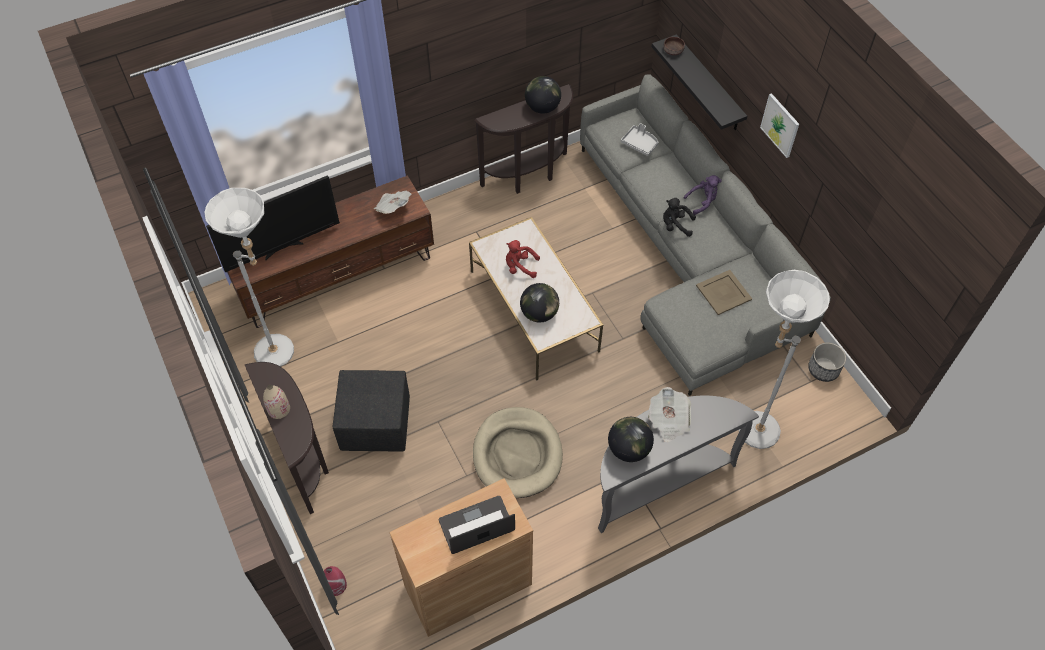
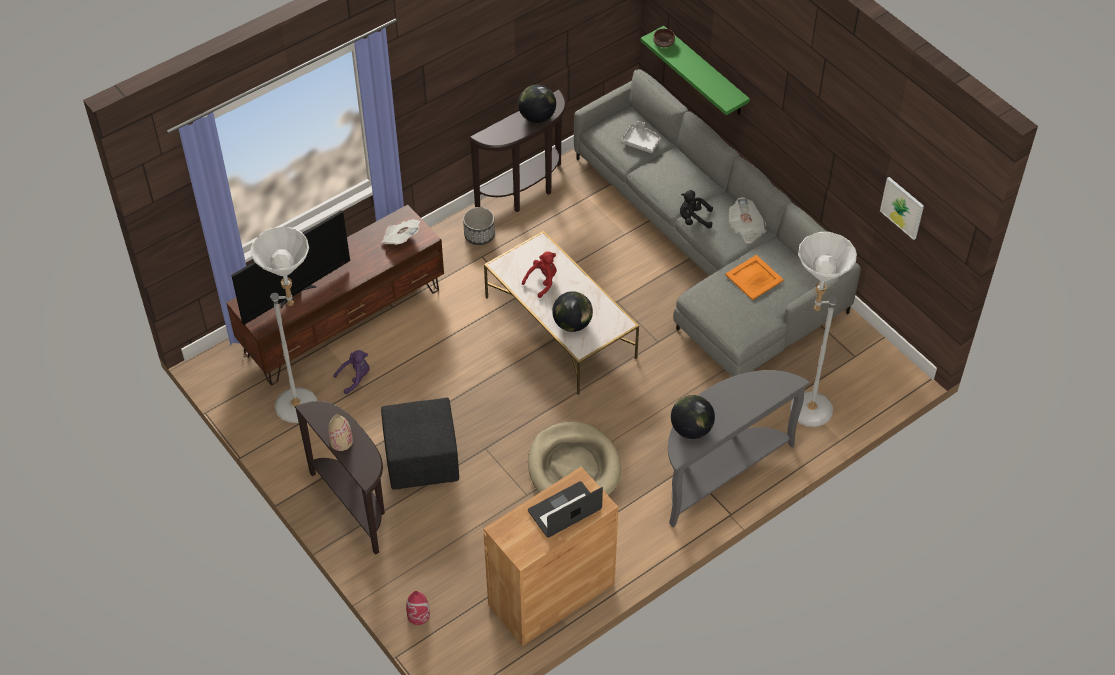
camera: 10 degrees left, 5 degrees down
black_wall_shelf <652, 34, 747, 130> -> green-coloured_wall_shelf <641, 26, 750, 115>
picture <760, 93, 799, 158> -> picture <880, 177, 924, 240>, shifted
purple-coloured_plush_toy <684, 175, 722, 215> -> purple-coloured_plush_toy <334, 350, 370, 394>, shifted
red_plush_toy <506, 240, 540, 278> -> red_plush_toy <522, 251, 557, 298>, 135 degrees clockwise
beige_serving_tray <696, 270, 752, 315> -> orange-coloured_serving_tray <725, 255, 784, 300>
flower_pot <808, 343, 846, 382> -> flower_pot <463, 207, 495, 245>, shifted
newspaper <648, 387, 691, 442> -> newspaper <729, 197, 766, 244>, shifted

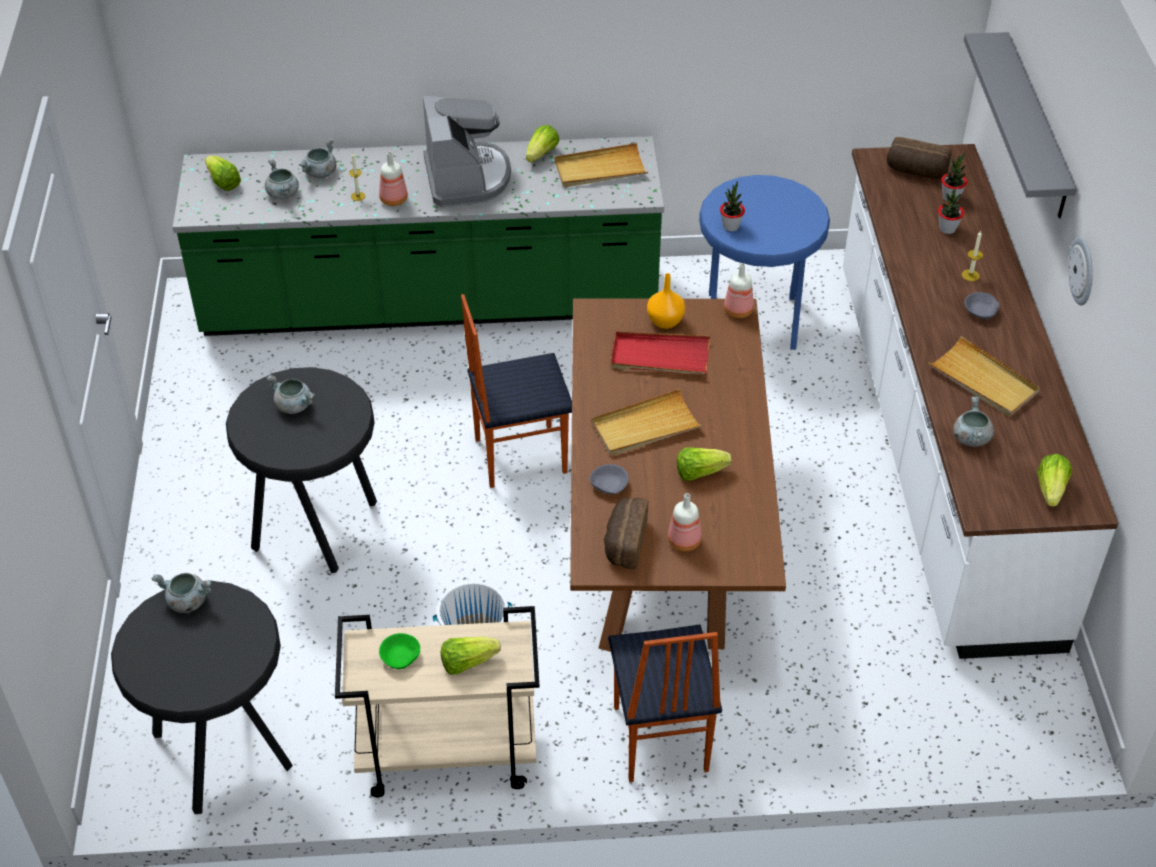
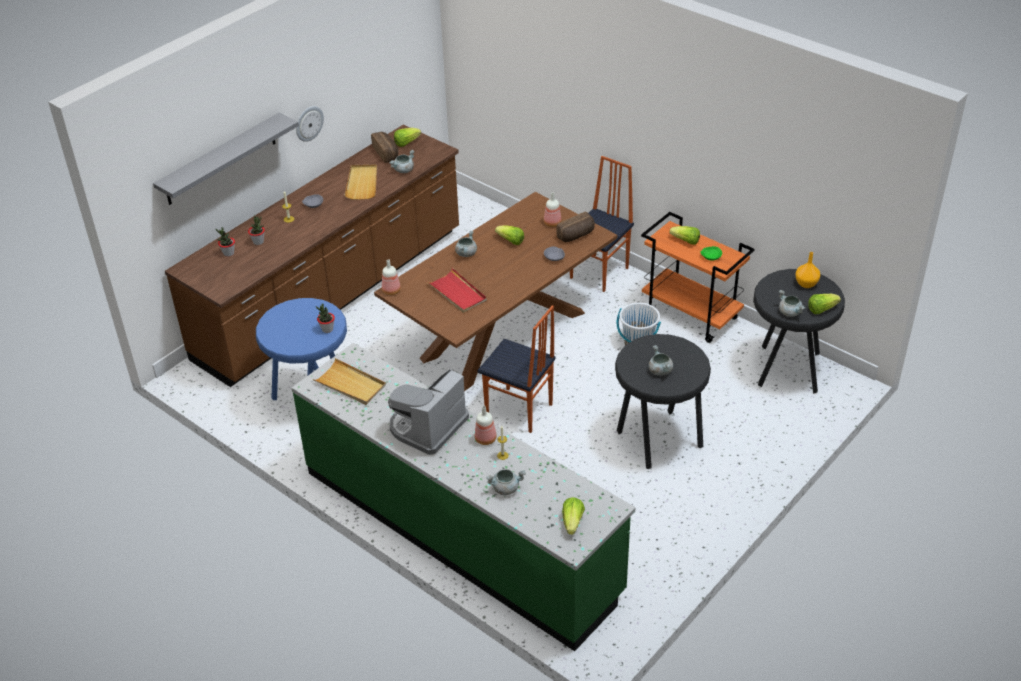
camera: 135 degrees left, 5 degrees down
lettuce <526, 125, 559, 163> -> lettuce <808, 294, 841, 314>, shifted
bread <887, 137, 952, 179> -> bread <371, 132, 398, 163>, shifted
whitish_kitchen_counter <843, 144, 1118, 659> -> brown_kitchen_counter <165, 125, 459, 387>
greyish_cooking_pot <265, 159, 299, 199> -> greyish_cooking_pot <455, 231, 477, 257>, shifted
orange-coloured_decorative_vase <647, 273, 685, 329> -> orange-coloured_decorative_vase <795, 252, 820, 288>, shifted
beige_serving_tray <591, 389, 703, 455> -> none
beige_trolley <335, 606, 539, 797> -> orange-coloured_trolley <641, 212, 755, 343>

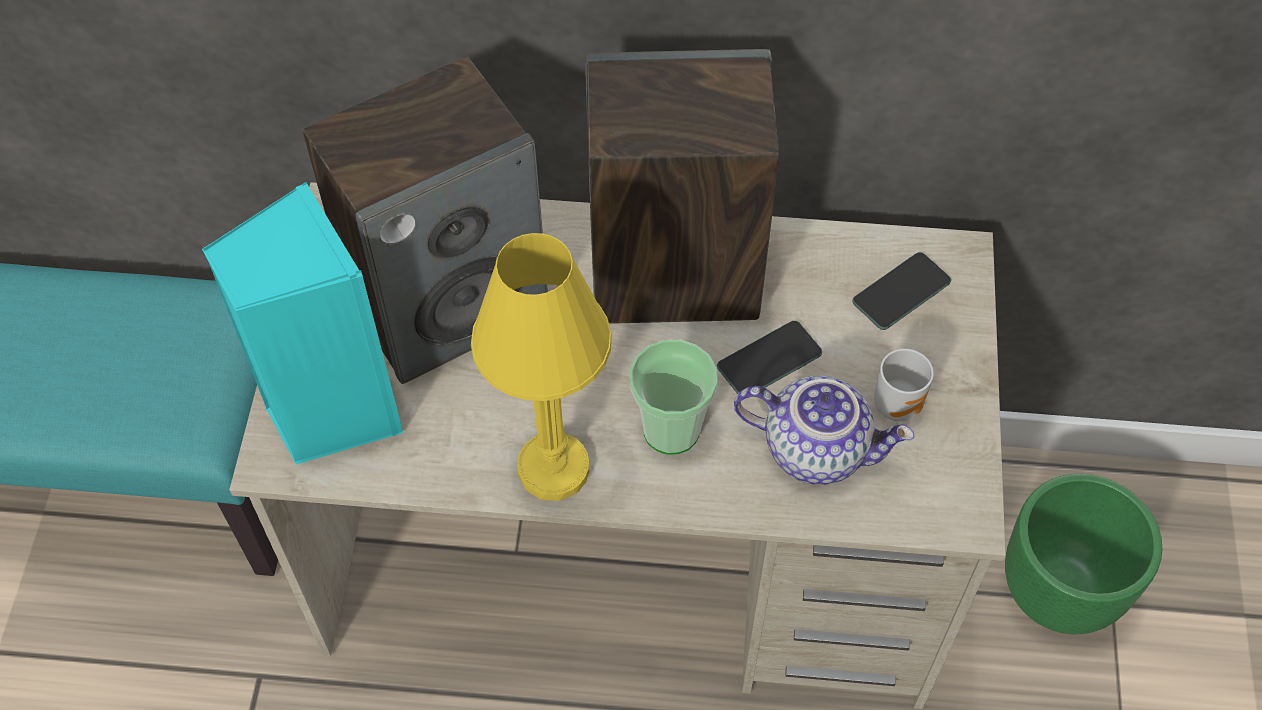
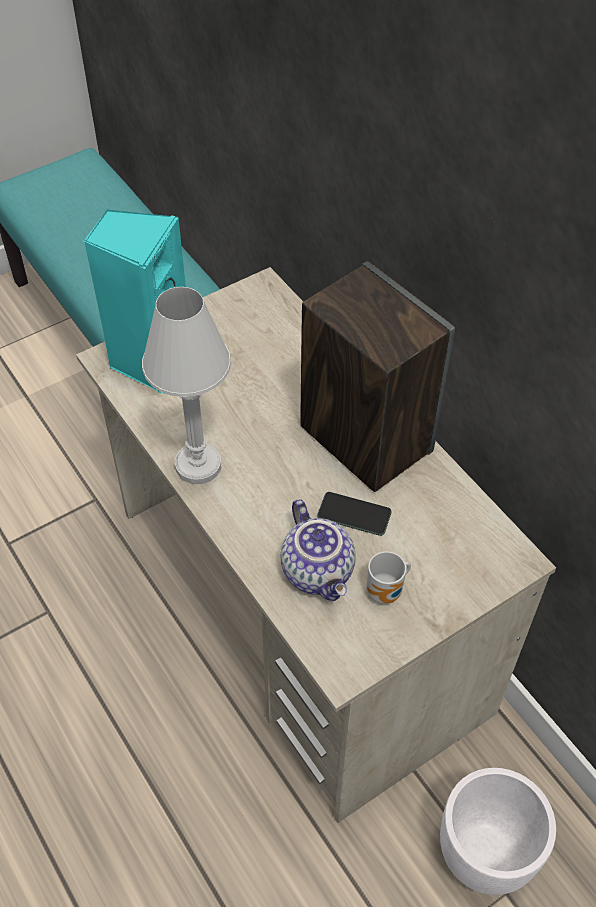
camera: 50 degrees right, 5 degrees down
audio_speaker <303, 57, 548, 384> -> none
yellow_table_lamp <471, 233, 612, 501> -> whitish_table_lamp <142, 287, 231, 484>
telephone <852, 252, 951, 330> -> none
small_cup <630, 340, 718, 455> -> none
green-coloured_flower_pot <1005, 474, 1162, 634> -> whitish_flower_pot <440, 768, 556, 895>

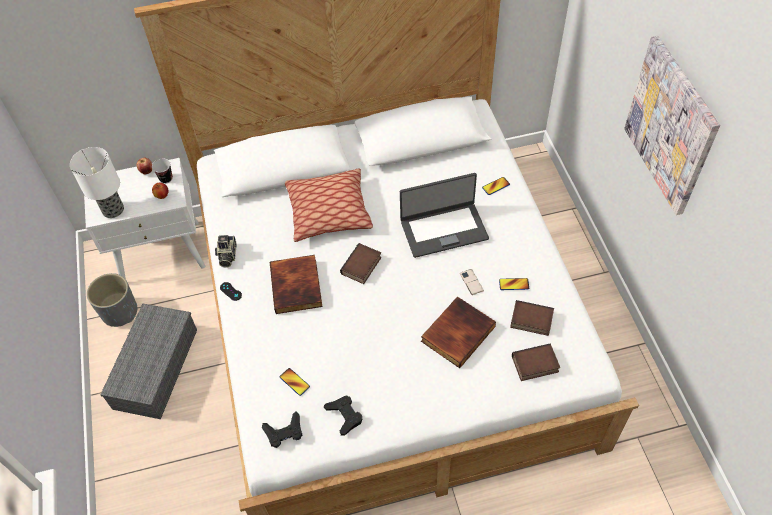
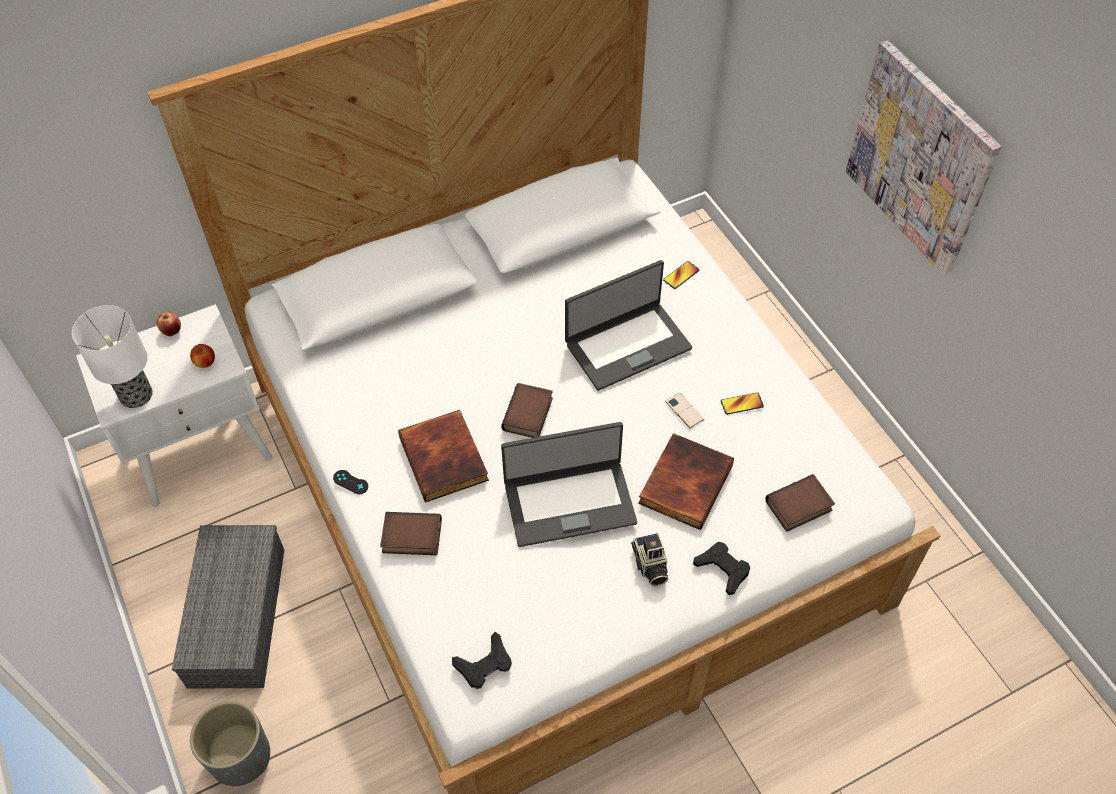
camera: 15 degrees left, 0 degrees up
small_cup <152, 159, 173, 184> -> none
pillow <285, 168, 373, 242> -> none
photo_camera <215, 235, 237, 268> -> photo_camera <631, 533, 668, 586>, shifted
greyish_flower_pot <87, 273, 137, 327> -> greyish_flower_pot <190, 701, 270, 786>, shifted
book <510, 300, 554, 336> -> book <380, 512, 442, 555>, shifted
telephone <279, 368, 310, 396> -> none
black_game_controller <324, 395, 362, 435> -> black_game_controller <693, 542, 750, 595>, shifted
none -> portable_computer <501, 422, 637, 547>

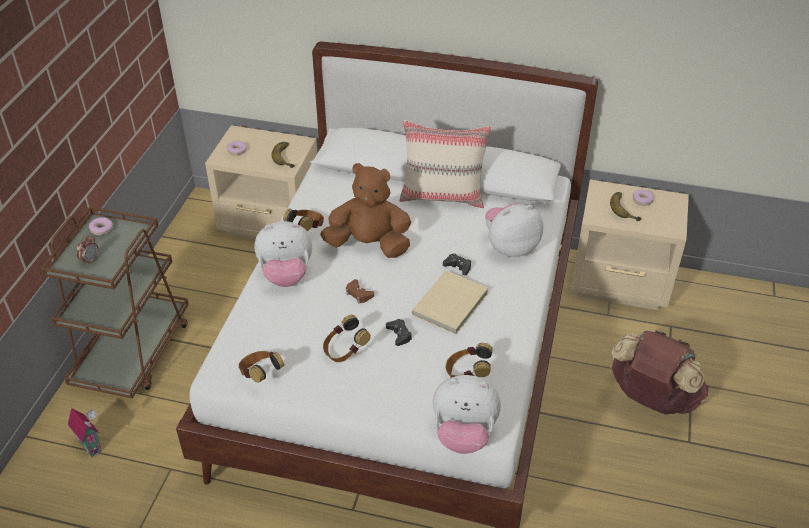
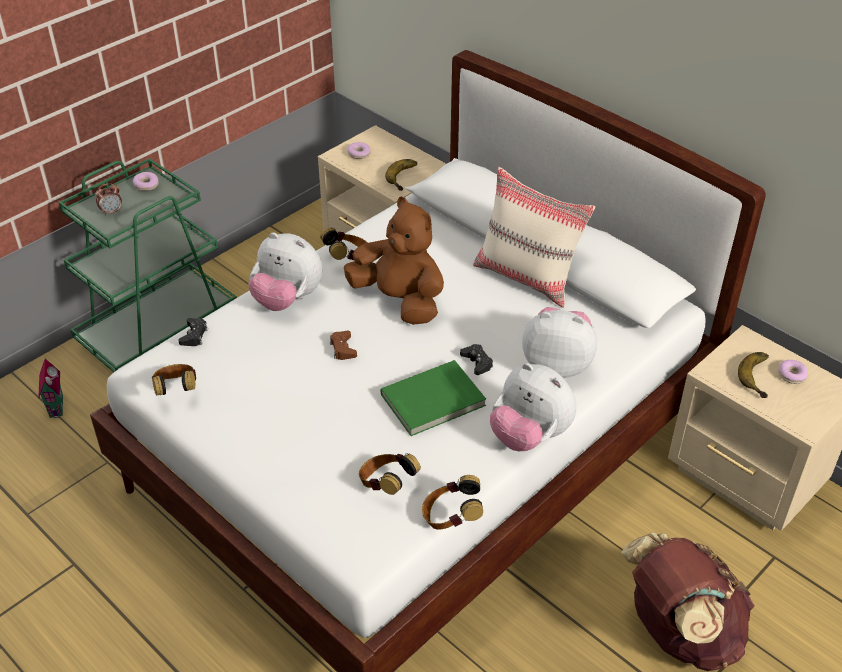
camera: 30 degrees right, 0 degrees up
brown_trolley <40, 207, 189, 399> -> green-coloured_trolley <59, 158, 237, 372>
beige_book <412, 271, 488, 334> -> green-coloured_book <380, 360, 486, 436>
pair_of_headphones <323, 315, 371, 362> -> pair_of_headphones <422, 475, 483, 530>, shifted
black_game_controller <386, 319, 412, 346> -> black_game_controller <178, 318, 208, 346>, shifted
plush_toy <433, 375, 501, 454> -> plush_toy <490, 363, 576, 451>, shifted

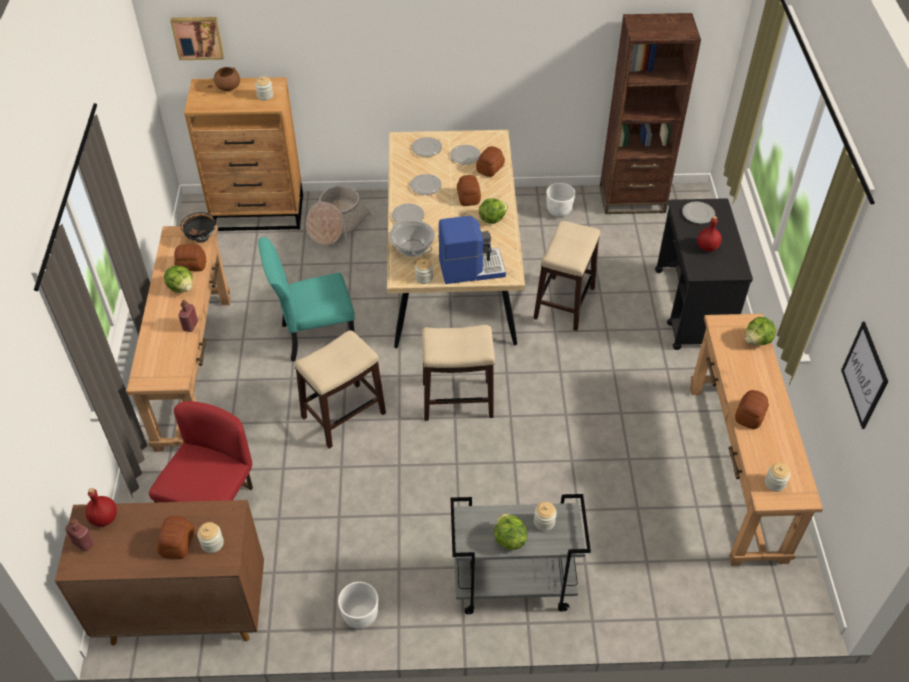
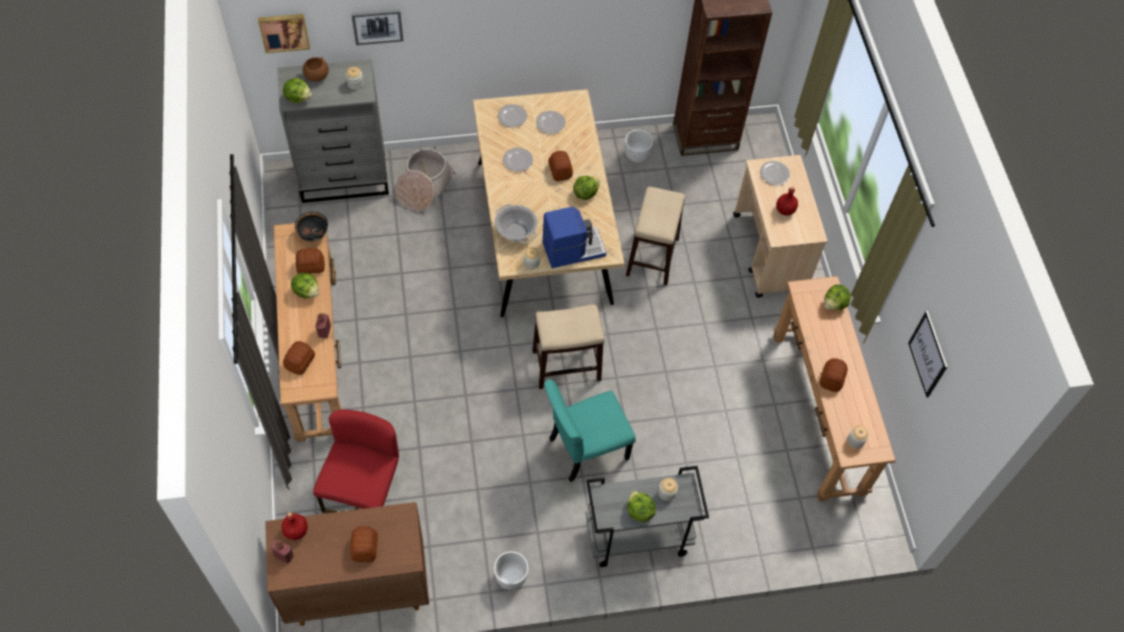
camera: 10 degrees left, 10 degrees up
brown_chest_of_drawers <184, 77, 303, 231> -> greyish_chest_of_drawers <278, 59, 389, 203>
bread <476, 146, 505, 177> -> bread <283, 341, 315, 375>, shifted
black_trolley <655, 198, 753, 350> -> beige_trolley <733, 155, 827, 298>
flat_dish <392, 204, 424, 223> -> none
turquoise-coloured_upright_chair <258, 237, 355, 362> -> turquoise-coloured_upright_chair <544, 379, 636, 482>, shifted
stool <295, 331, 386, 449> -> none
preserve_jar <197, 522, 224, 553> -> none
none -> picture <351, 9, 403, 45>
none -> lettuce <283, 78, 312, 103>

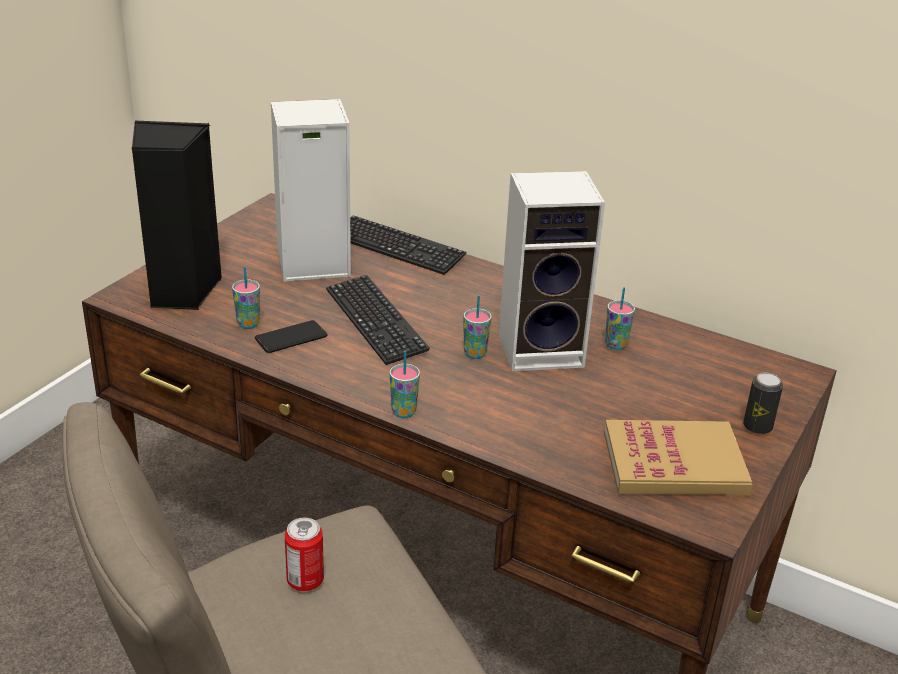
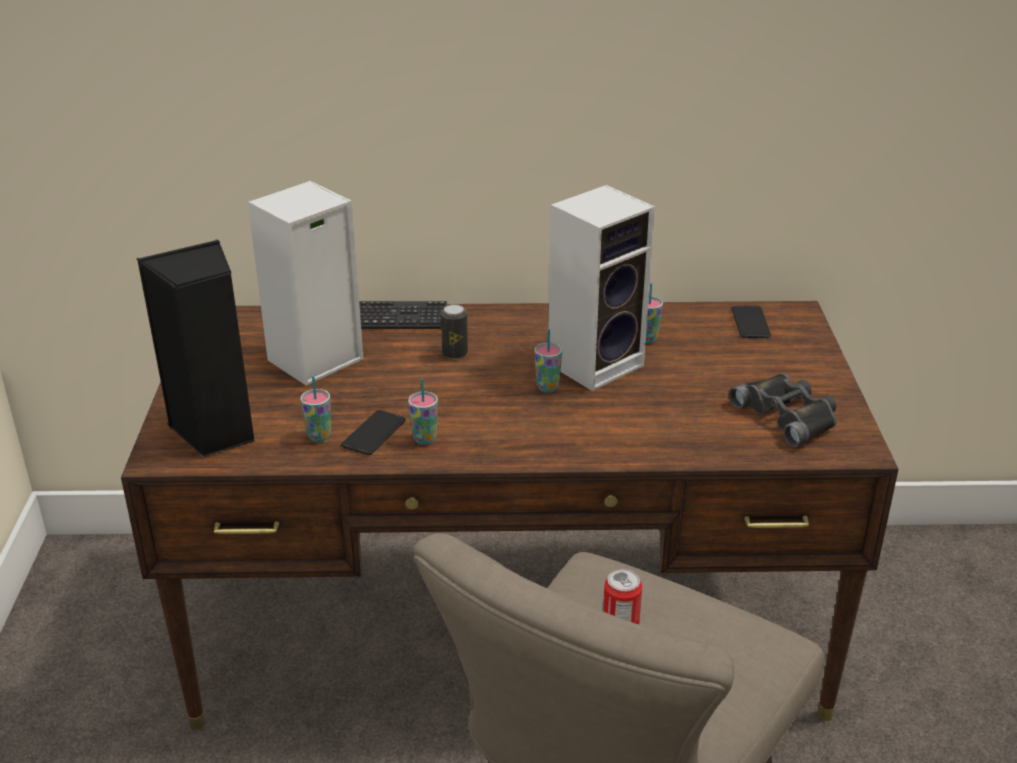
camera: 30 degrees left, 0 degrees up
computer_keyboard <326, 275, 430, 365> -> none
small_cup <389, 351, 420, 418> -> small_cup <408, 379, 438, 445>, shifted
metal_can <743, 373, 783, 434> -> metal_can <441, 304, 468, 359>, shifted
book <604, 420, 752, 495> -> black_binoculars <729, 373, 836, 447>
none -> telephone <731, 306, 771, 338>

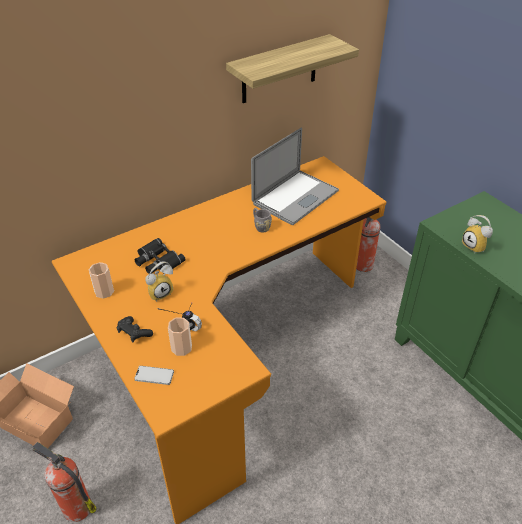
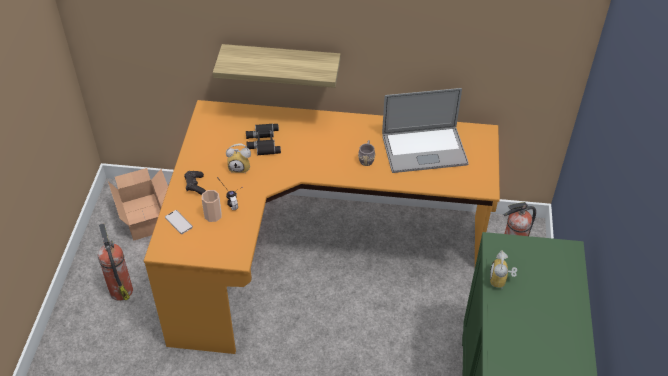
camera: 40 degrees right, 5 degrees up
wall_shelf <226, 34, 359, 103> -> wall_shelf <213, 44, 341, 88>, shifted
small_cup <89, 262, 114, 299> -> none

